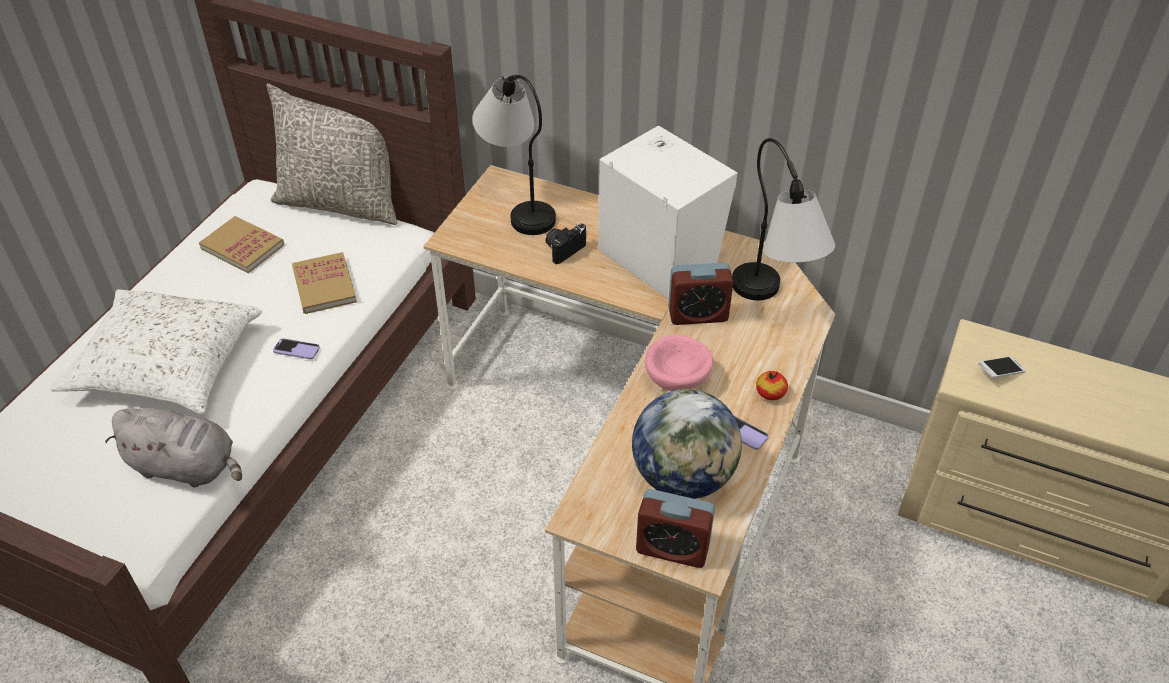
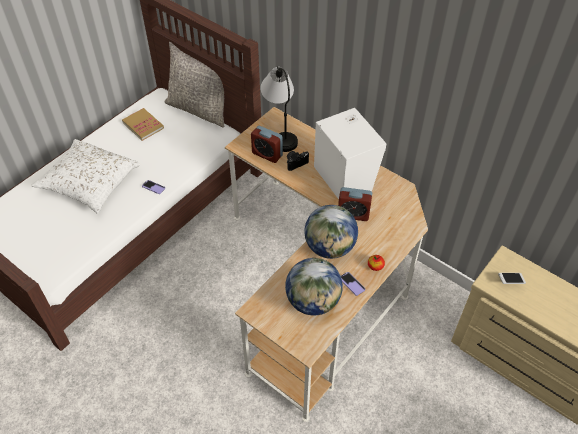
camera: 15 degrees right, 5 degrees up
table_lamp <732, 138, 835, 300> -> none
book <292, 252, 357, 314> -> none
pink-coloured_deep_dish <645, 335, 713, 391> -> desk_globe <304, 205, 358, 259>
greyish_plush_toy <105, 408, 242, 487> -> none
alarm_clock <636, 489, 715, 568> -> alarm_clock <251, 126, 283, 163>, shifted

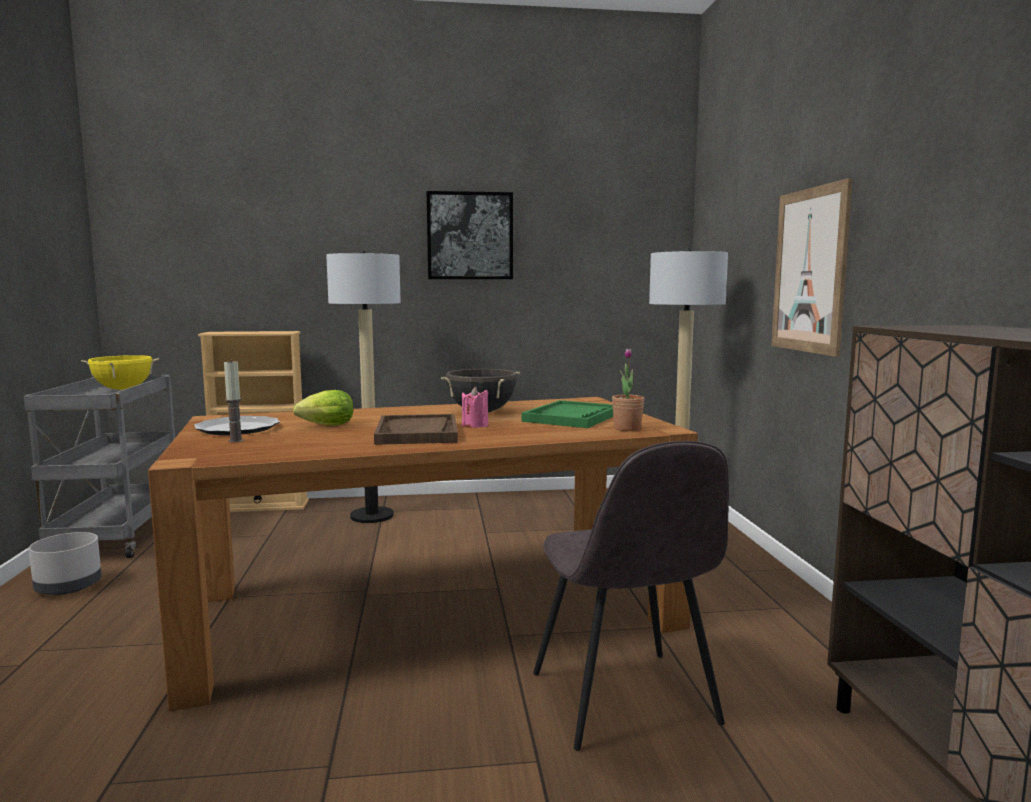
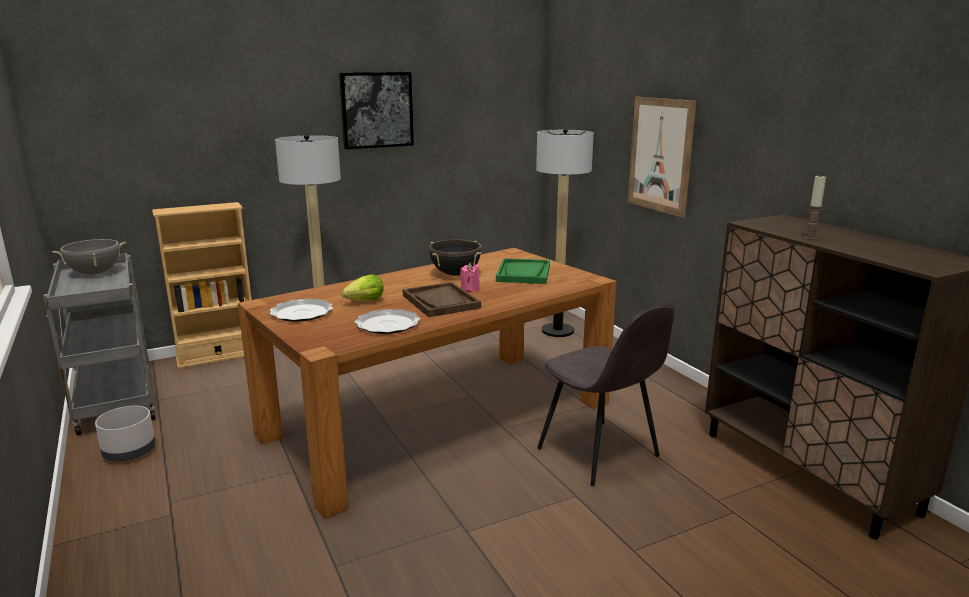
camera: 20 degrees left, 10 degrees up
plant_in_a_pot <612, 348, 644, 431> -> none
yellow_cooking_pot <81, 355, 159, 390> -> greyish_cooking_pot <52, 239, 126, 275>
candle <224, 362, 243, 443> -> candle <805, 175, 826, 240>, shifted
none -> flat_dish <355, 309, 420, 334>

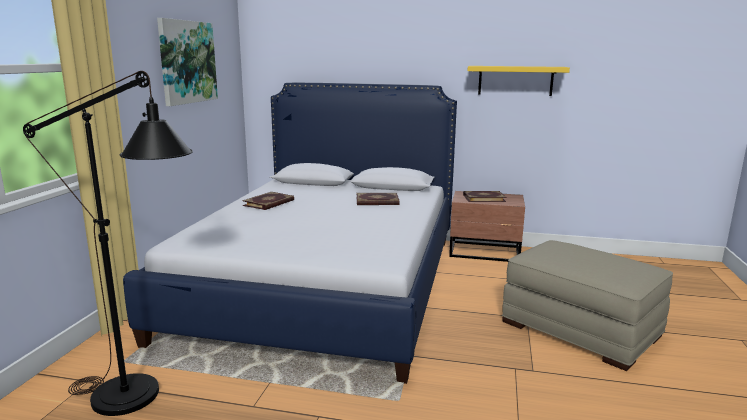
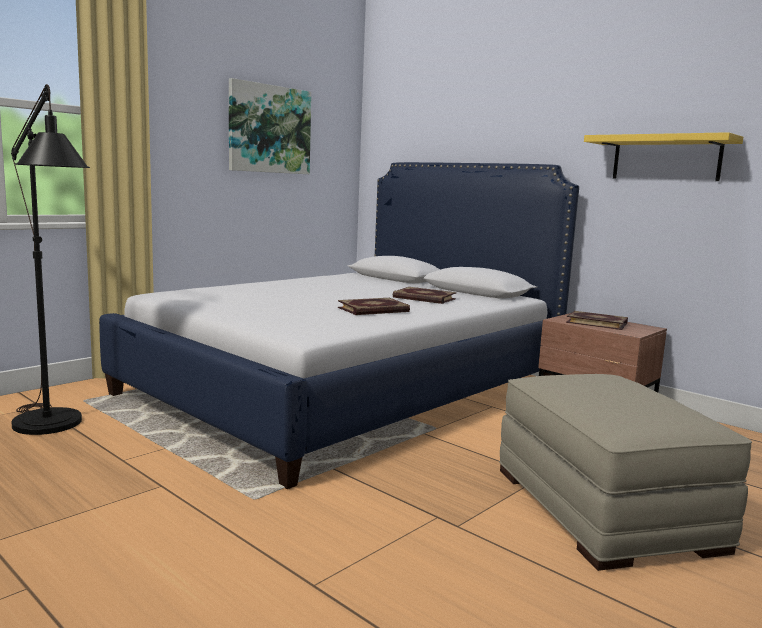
camera: 30 degrees right, 5 degrees down
book <242, 192, 294, 210> -> book <338, 298, 410, 315>, shifted

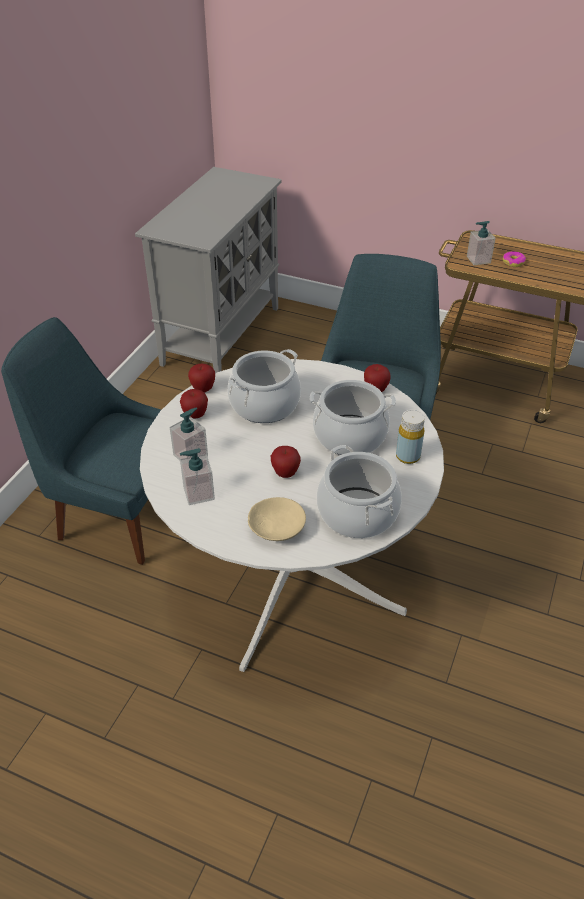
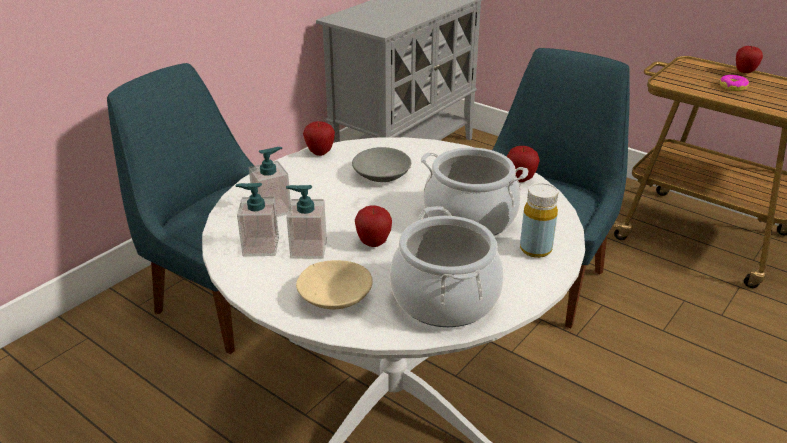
camera: 15 degrees right, 10 degrees down
soap_bottle <467, 221, 496, 265> -> soap_bottle <286, 185, 327, 259>, shifted
cooking_pot <228, 349, 301, 423> -> greyish_deep_dish <352, 147, 411, 182>
apple_fruit <180, 389, 208, 419> -> apple_fruit <736, 46, 763, 73>, shifted

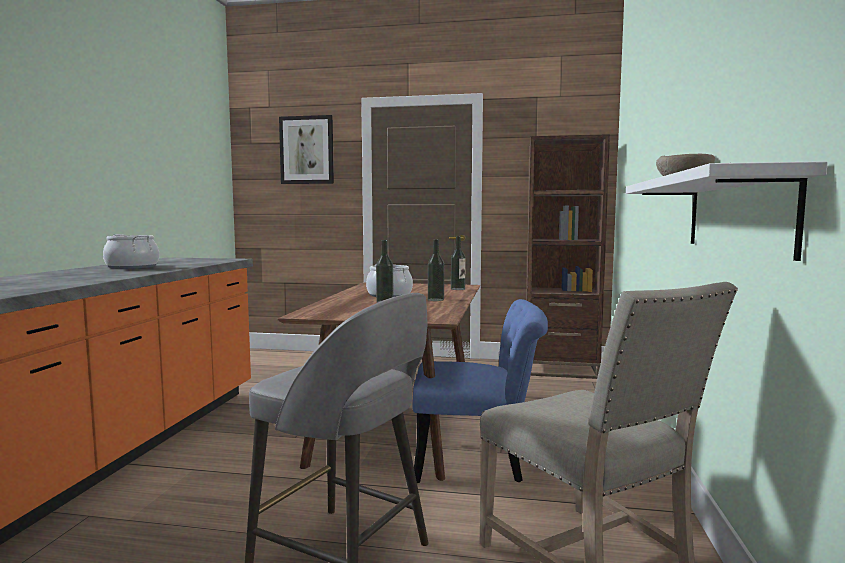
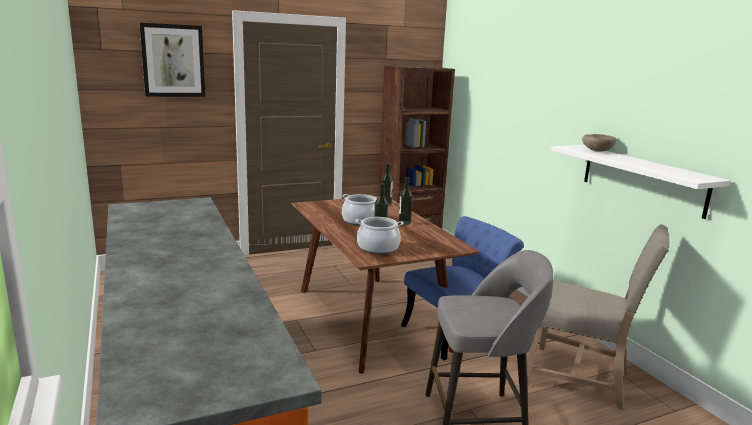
camera: 35 degrees left, 10 degrees up
cooking_pot <103, 234, 159, 269> -> cooking_pot <355, 217, 404, 254>, shifted

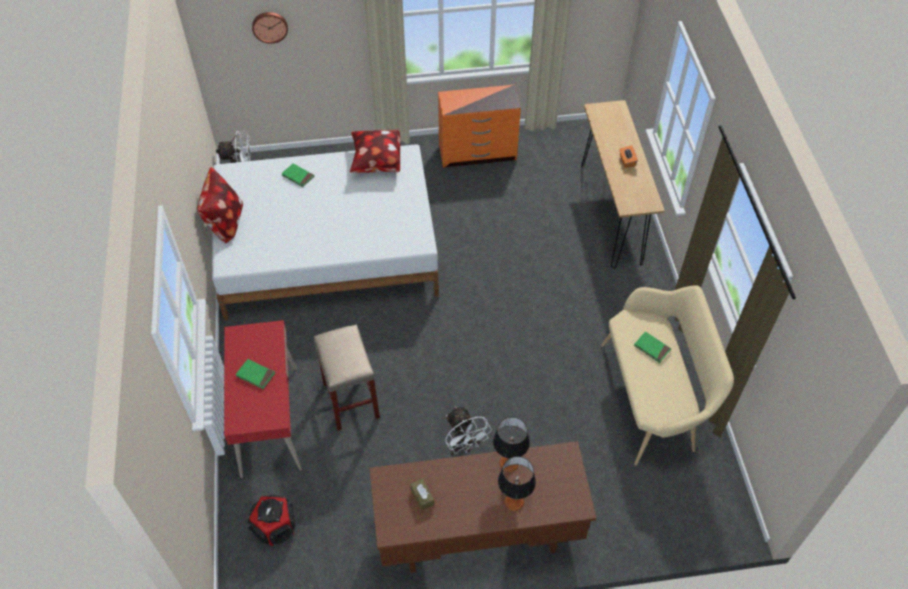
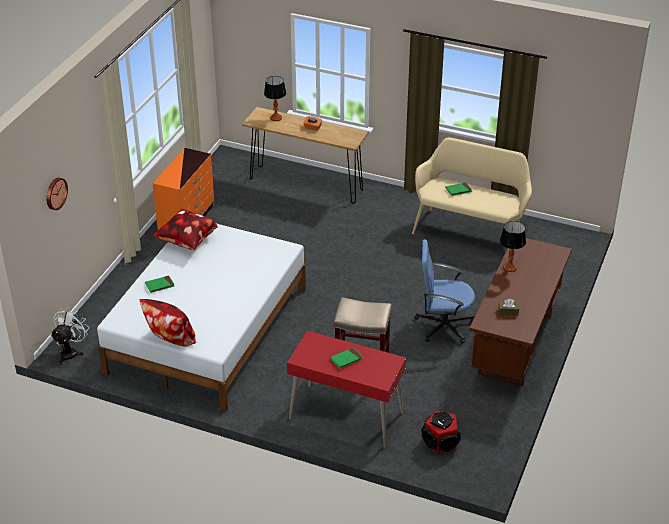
camera: 60 degrees left, 15 degrees down
whitish_cooling_fan <445, 406, 492, 455> -> blue-coloured_computer_chair <415, 240, 475, 344>
table_lamp <498, 456, 536, 511> -> table_lamp <264, 76, 286, 121>, shifted

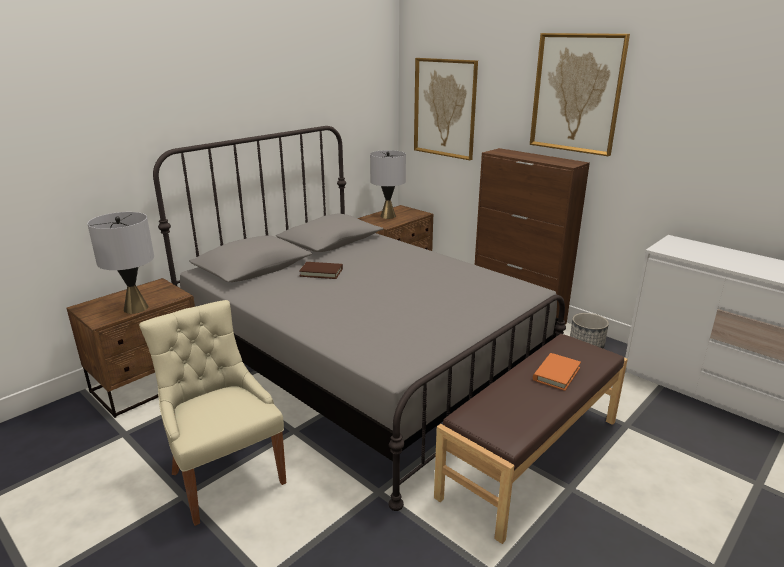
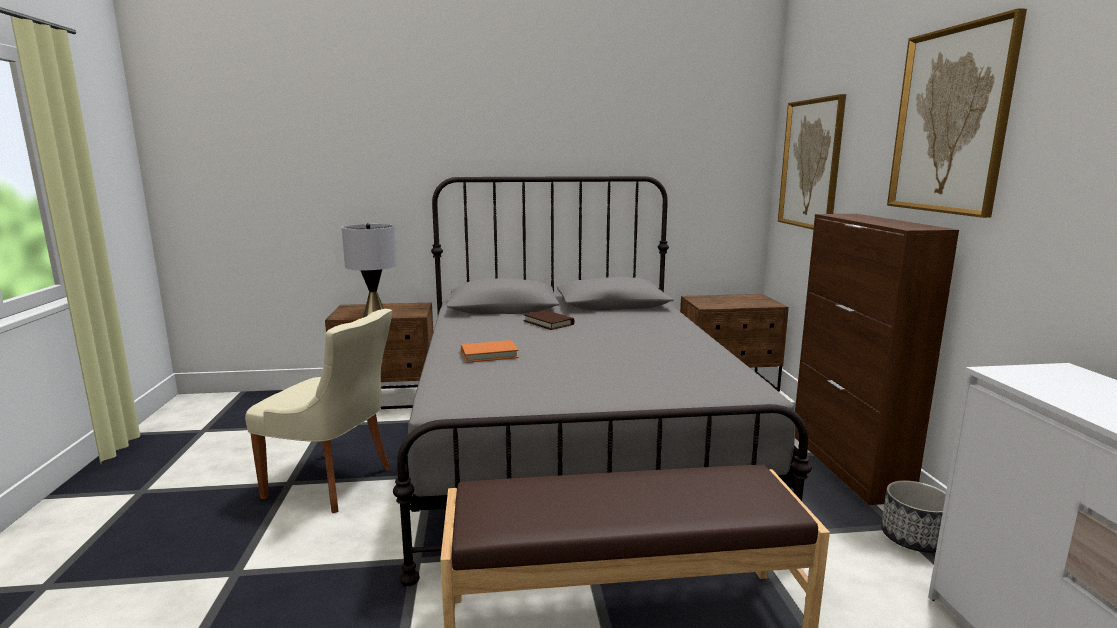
camera: 40 degrees right, 10 degrees down
greyish_table_lamp <370, 150, 406, 219> -> none
beige_upright_chair <139, 300, 286, 526> -> beige_upright_chair <245, 309, 393, 513>, 105 degrees clockwise
orange-coloured_book <533, 353, 581, 391> -> orange-coloured_book <461, 340, 519, 363>, shifted

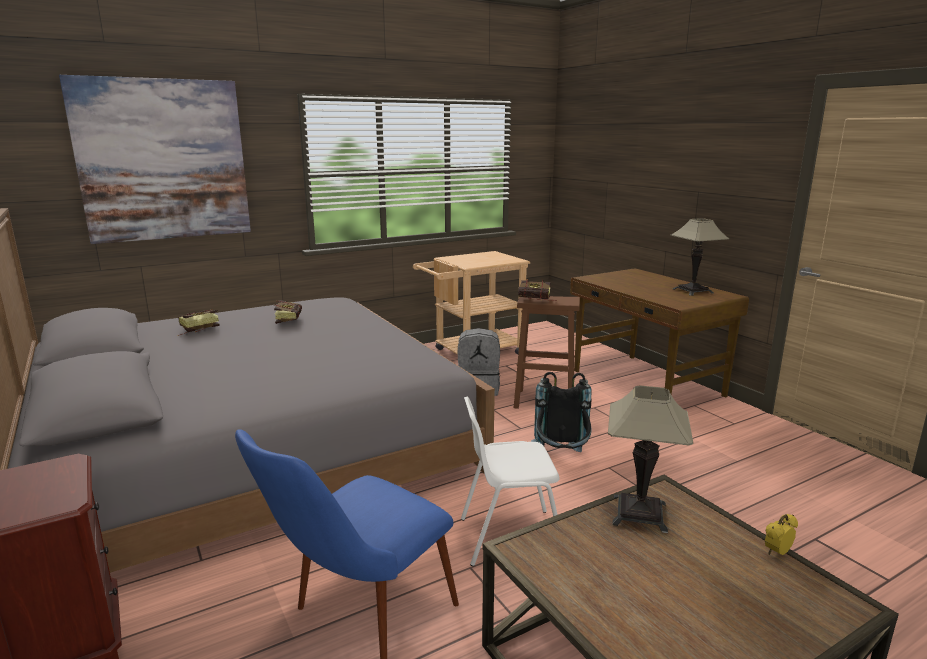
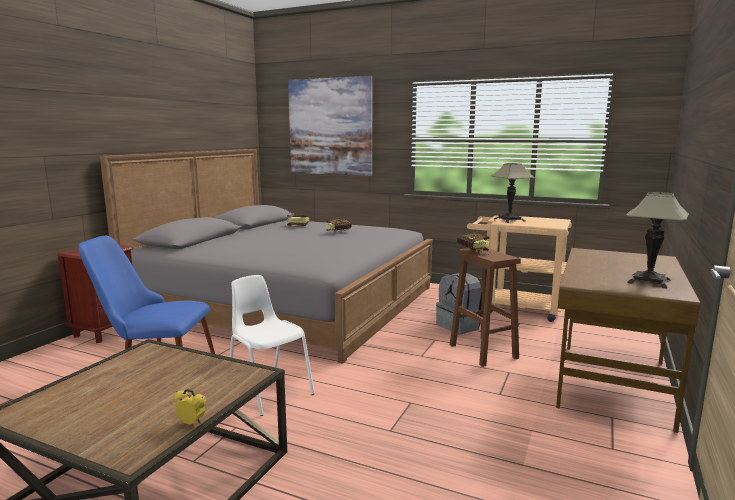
camera: 55 degrees right, 5 degrees down
black_knapsack <531, 372, 592, 452> -> none
table_lamp <608, 385, 693, 533> -> table_lamp <491, 163, 535, 223>, shifted

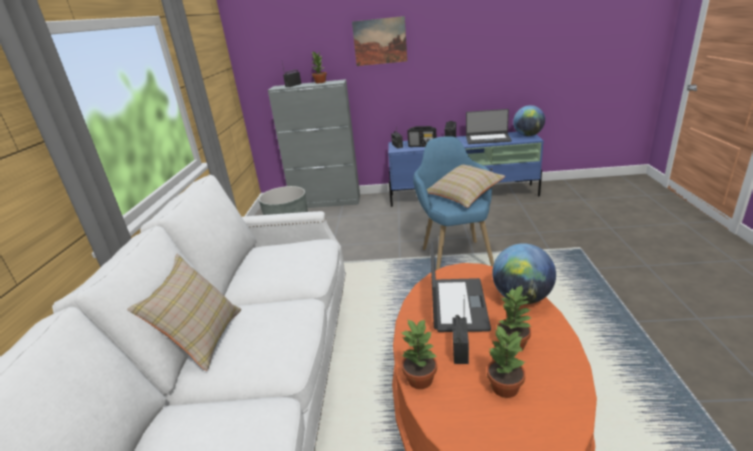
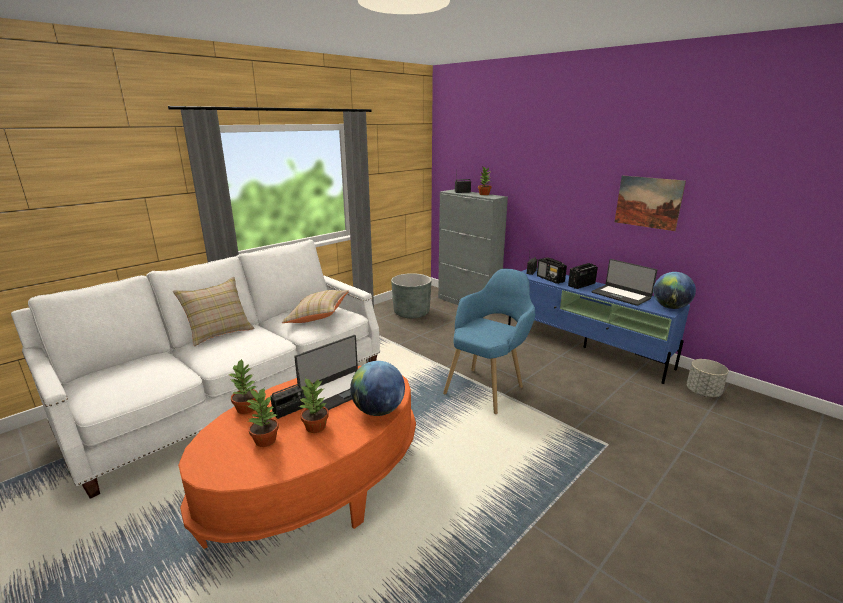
camera: 40 degrees right, 5 degrees down
picture <352, 16, 407, 66> -> picture <615, 175, 686, 231>, shifted
beige_pillow <427, 164, 505, 208> -> beige_pillow <282, 290, 349, 323>, shifted
none -> greyish_flower_pot <686, 359, 729, 397>

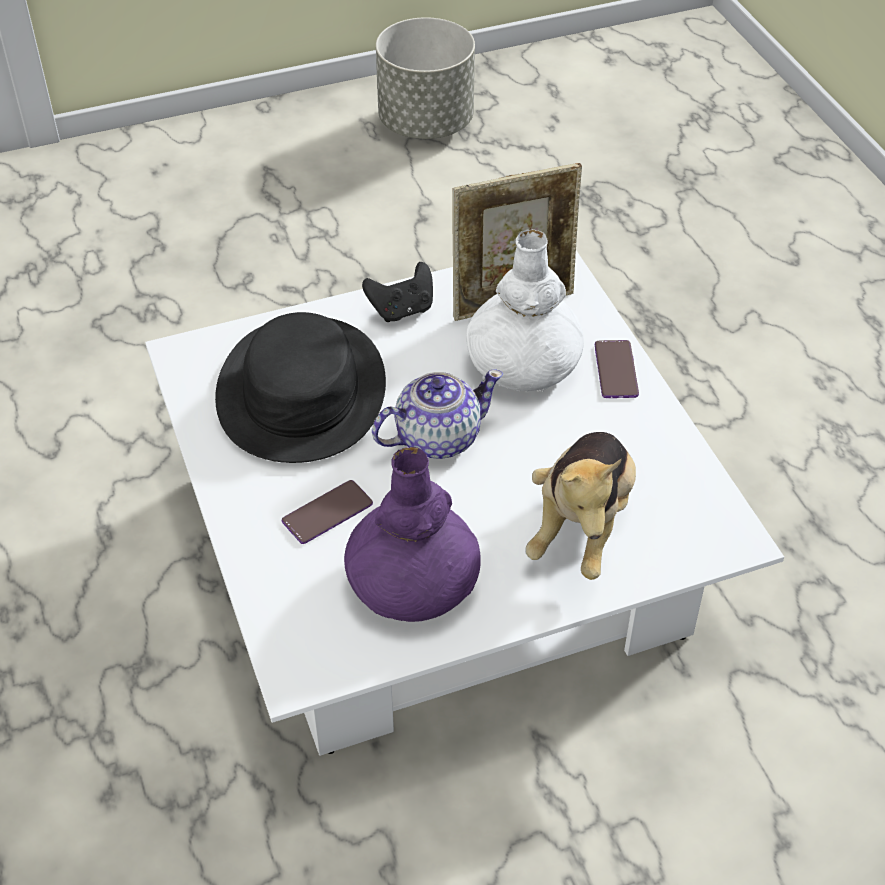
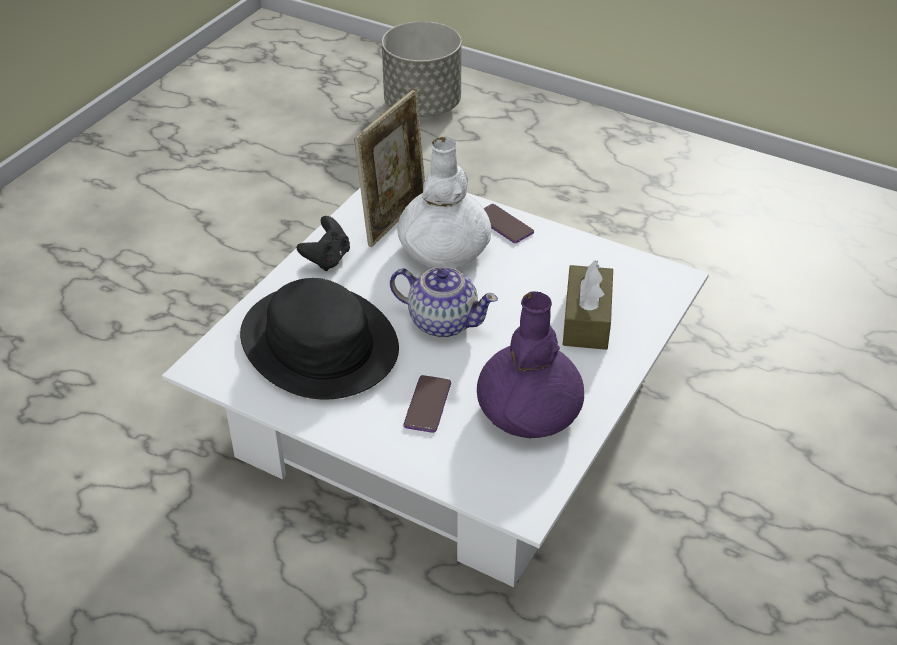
camera: 40 degrees left, 5 degrees down
greyish_flower_pot <376, 17, 475, 139> -> greyish_flower_pot <382, 21, 462, 117>, shifted
pot_for_tea <372, 370, 503, 459> -> pot_for_tea <390, 267, 498, 337>, 90 degrees clockwise
plush_toy <525, 432, 636, 580> -> brown_tissue_box <563, 260, 613, 350>

